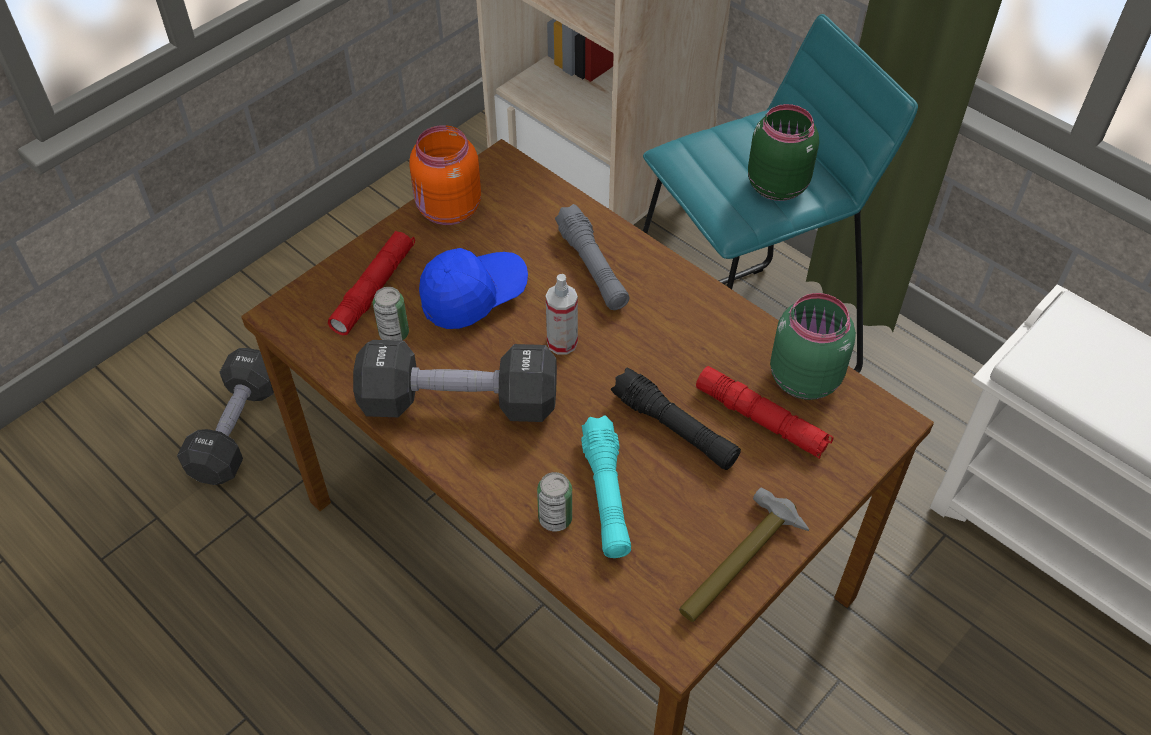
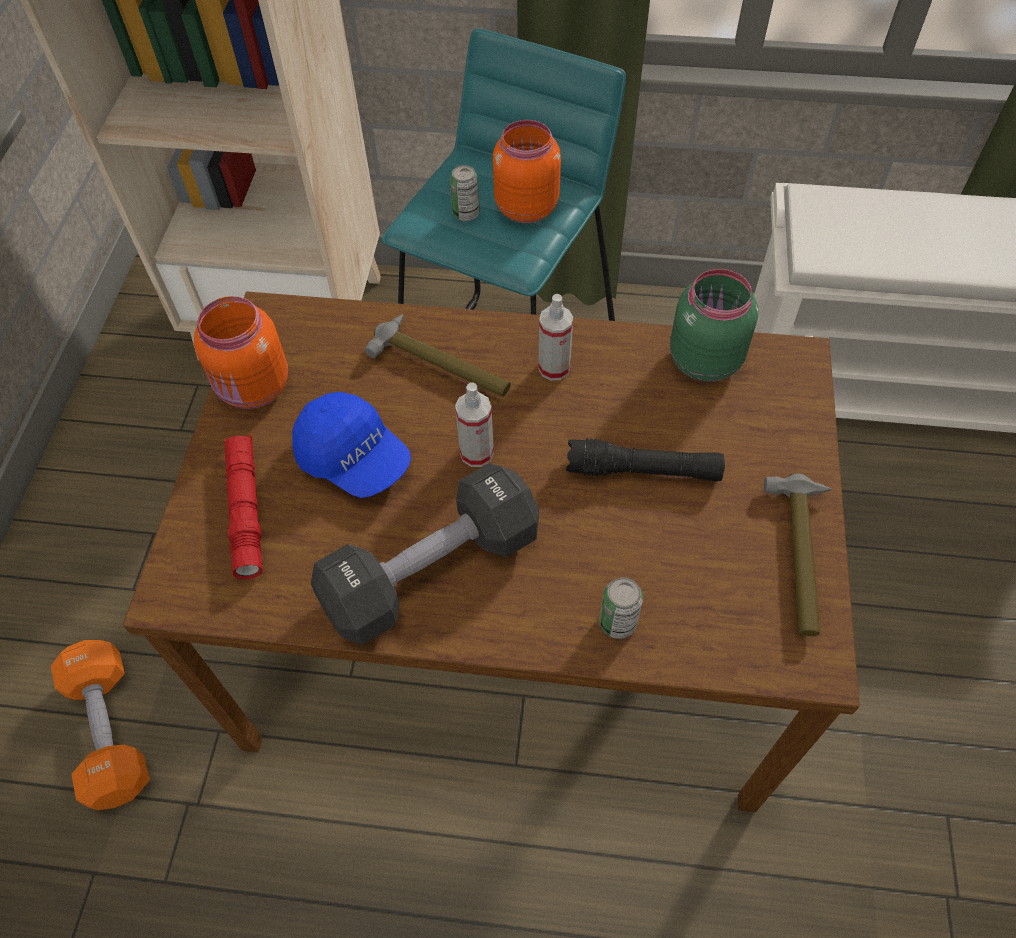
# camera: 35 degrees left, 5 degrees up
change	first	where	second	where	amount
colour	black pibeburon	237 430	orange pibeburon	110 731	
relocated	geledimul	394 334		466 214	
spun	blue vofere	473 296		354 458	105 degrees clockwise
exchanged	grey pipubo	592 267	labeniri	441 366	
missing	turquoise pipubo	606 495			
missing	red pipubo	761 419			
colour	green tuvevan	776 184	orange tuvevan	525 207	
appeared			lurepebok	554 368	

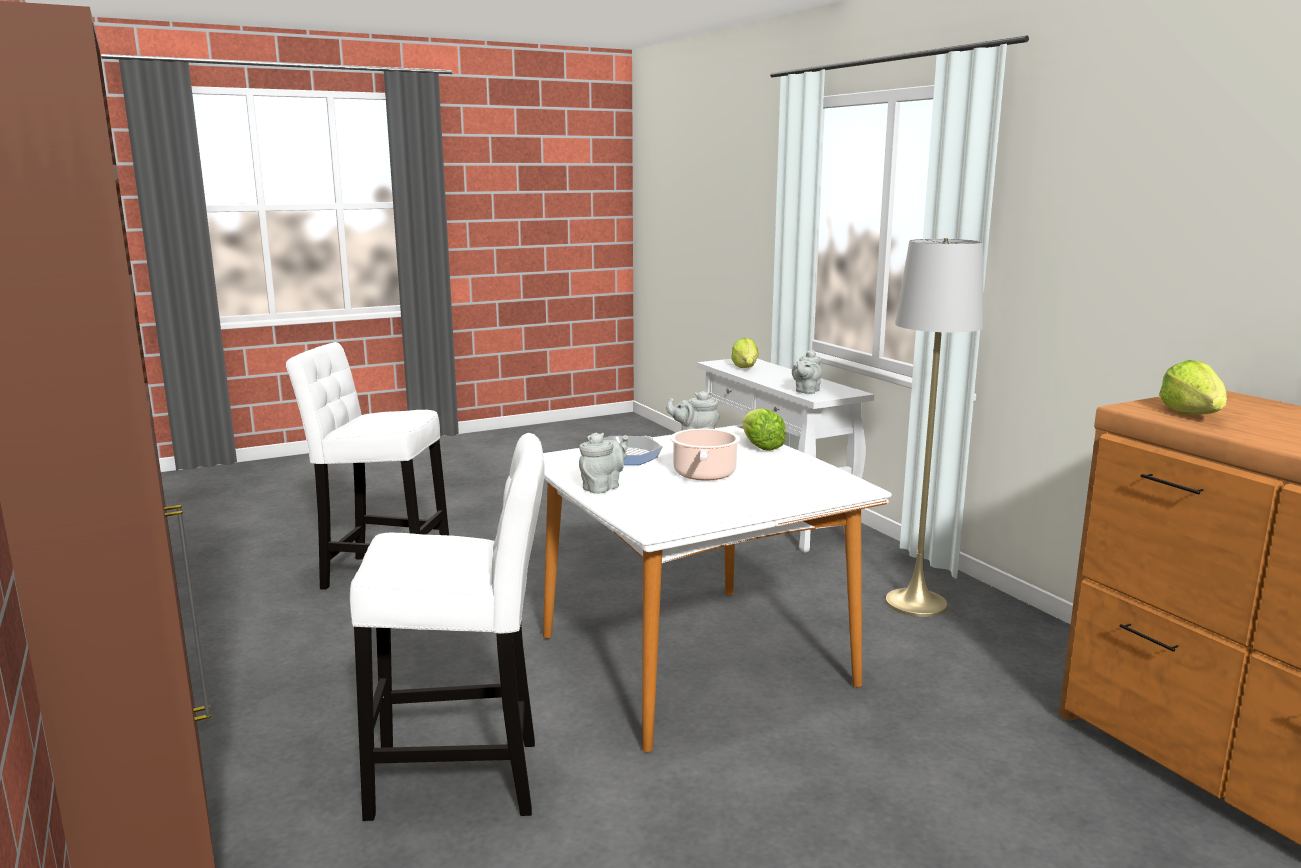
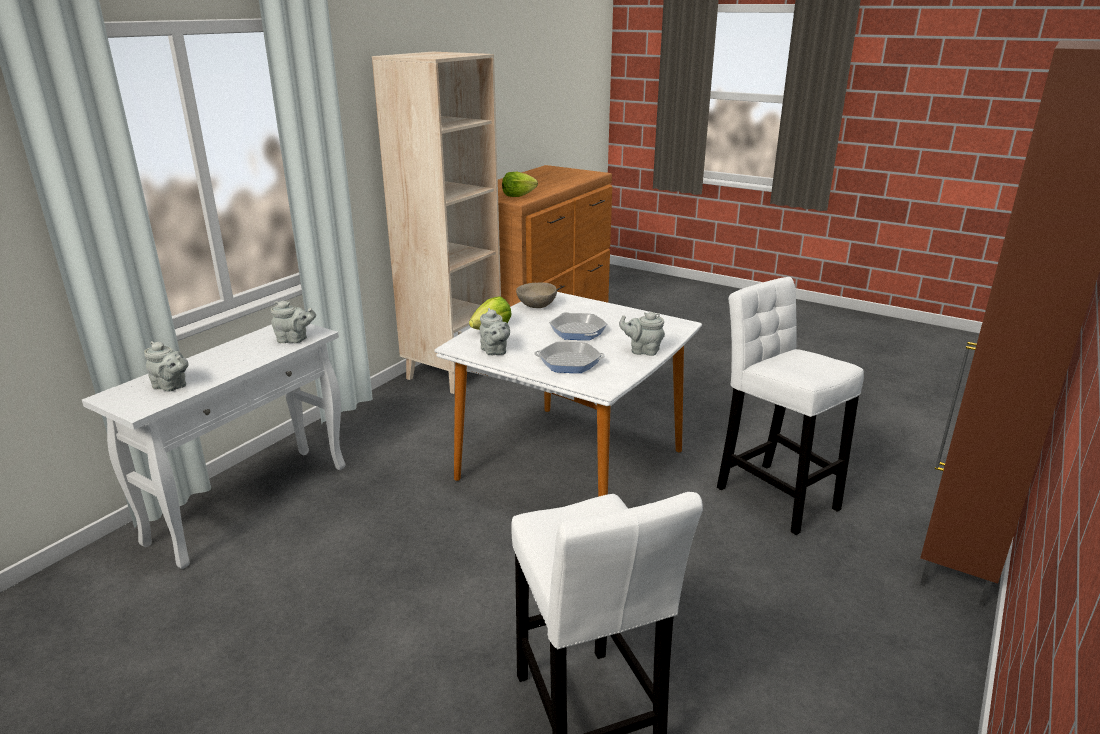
# camera: 120 degrees left, 10 degrees up
change	first	where	second	where	amount
exchanged	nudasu	704 475	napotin	578 331	
exchanged	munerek	745 368	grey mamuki	172 386	
missing	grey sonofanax	916 603			
appeared			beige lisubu	453 372	
appeared			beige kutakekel	536 306	

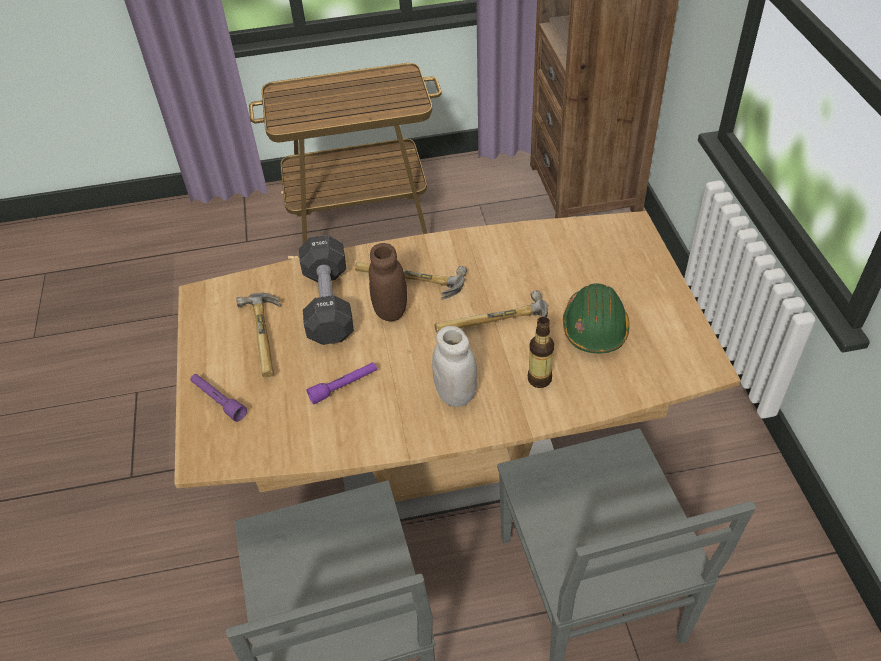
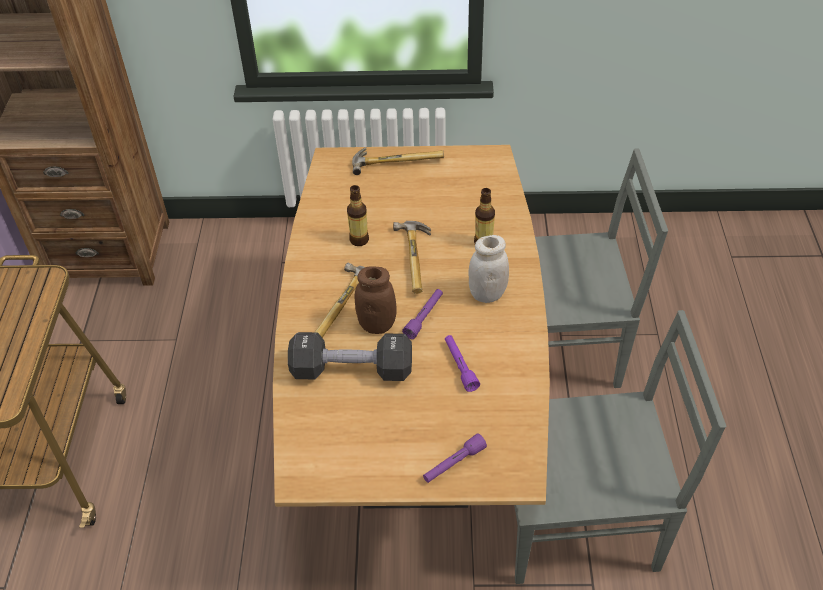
# camera: 80 degrees left, 0 degrees up
change	first	where	second	where	amount
relocated	labeniri	268 336		397 160	
missing	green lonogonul	594 327			
appeared			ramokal	359 240	
appeared			purple pipubo	424 317	

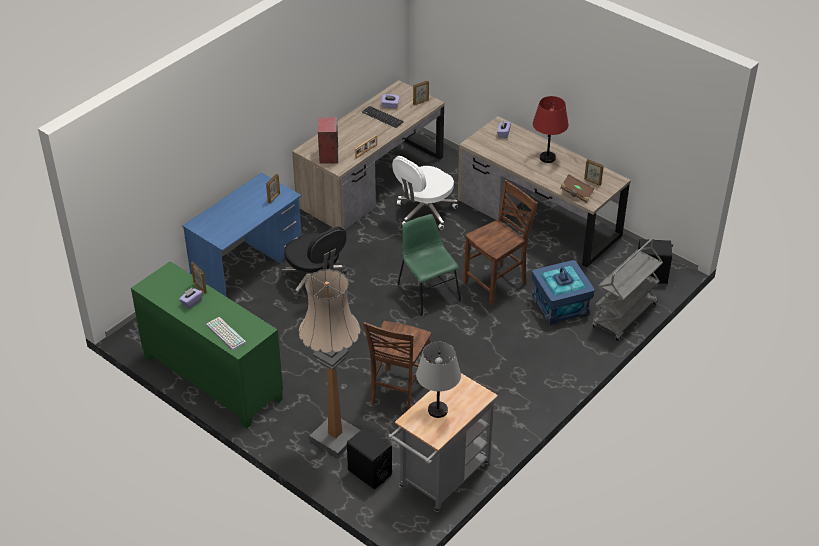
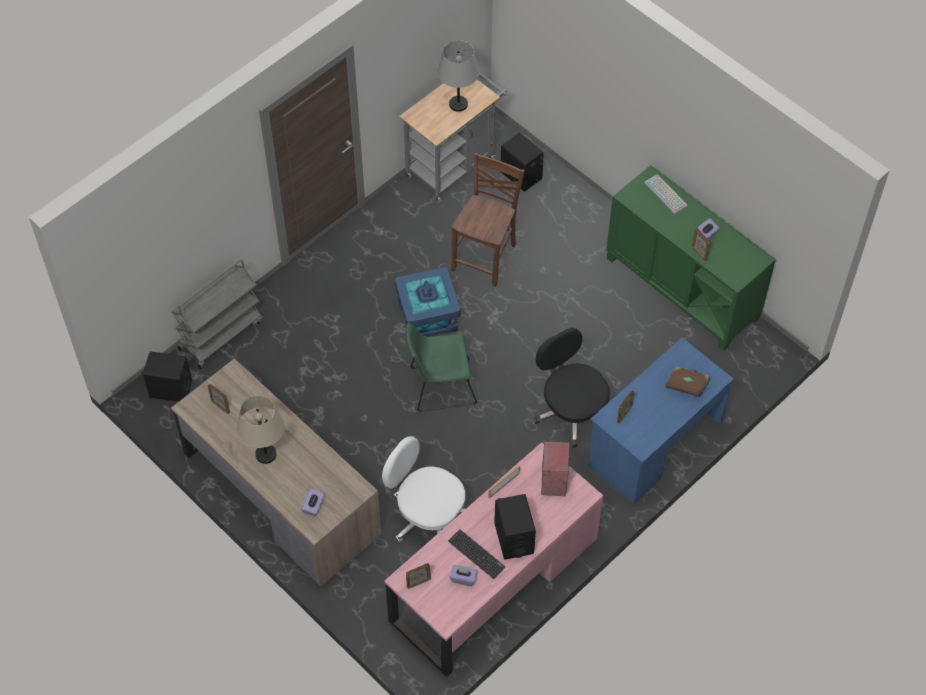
# camera: 175 degrees left, 15 degrees up
change	first	where	second	where	amount
colour	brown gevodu	371 182	pink gevodu	493 579	
missing	sonofanax	335 437			
spun	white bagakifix	424 212		427 516	105 degrees counterclockwise
spun	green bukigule	427 291		439 386	105 degrees clockwise
missing	brown bukigule	497 283			
relocated	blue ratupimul	560 305		427 316	
colour	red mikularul	547 158	beige mikularul	266 454	
relocated	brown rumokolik	576 193		687 385	
appeared			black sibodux	513 538	

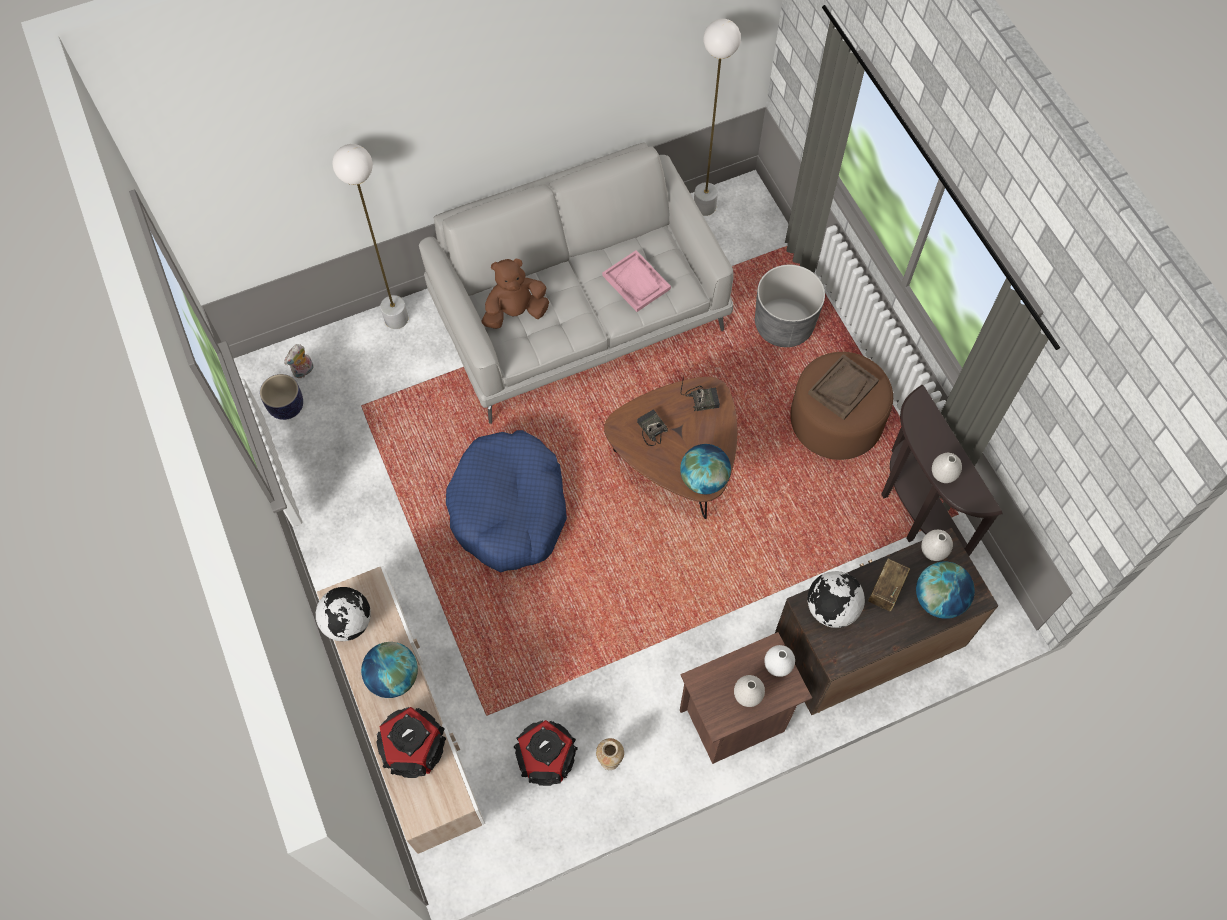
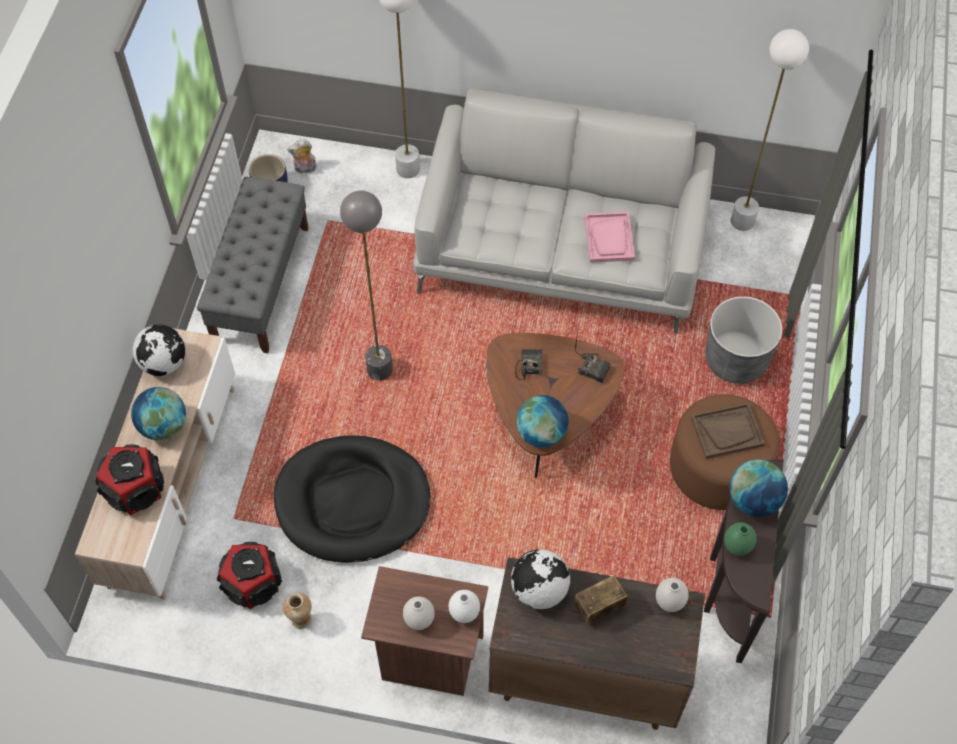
# camera: 35 degrees right, 5 degrees down
change	first	where	second	where	amount
exchanged	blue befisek	509 508	grey sonofanax	379 369	
missing	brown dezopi	515 312			
relocated	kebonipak	938 599		753 500	
colour	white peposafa	942 475	green peposafa	736 546	
appeared			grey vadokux	261 283	
appeared			black befisek	352 501	

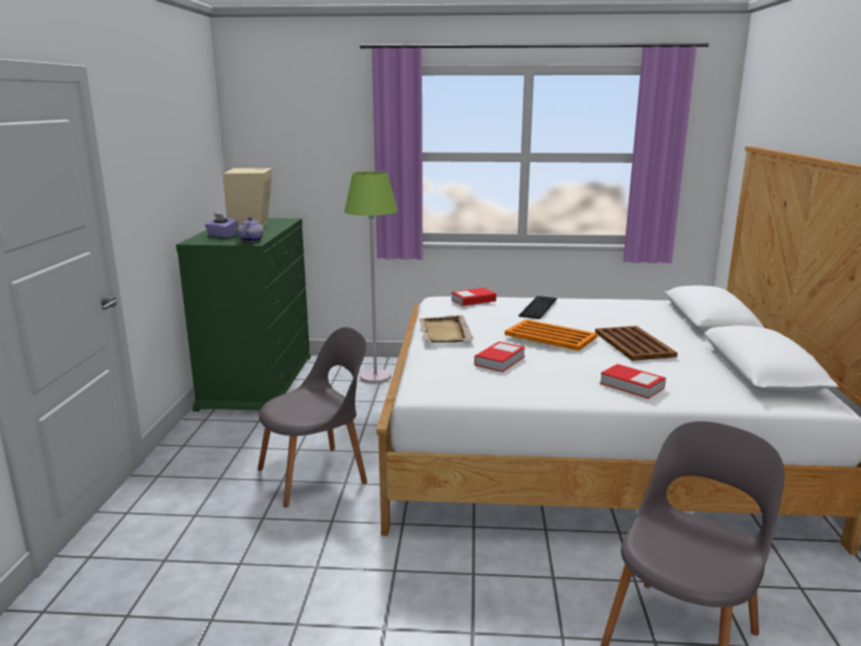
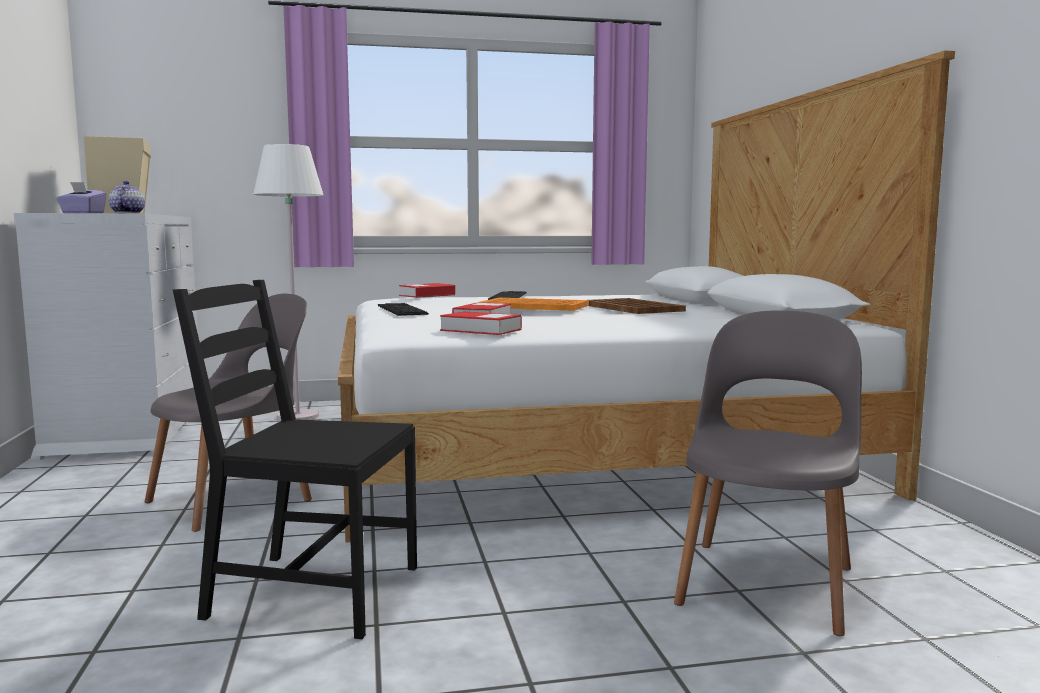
# camera: 15 degrees left, 10 degrees down
change	first	where	second	where	amount
colour	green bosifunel	257 381	white bosifunel	129 430	
colour	green sonofanax	375 377	white sonofanax	298 417	
exchanged	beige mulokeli	444 332	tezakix	401 310	
relocated	rumokolik	631 386		481 330	
appeared			black bukigule	311 593	

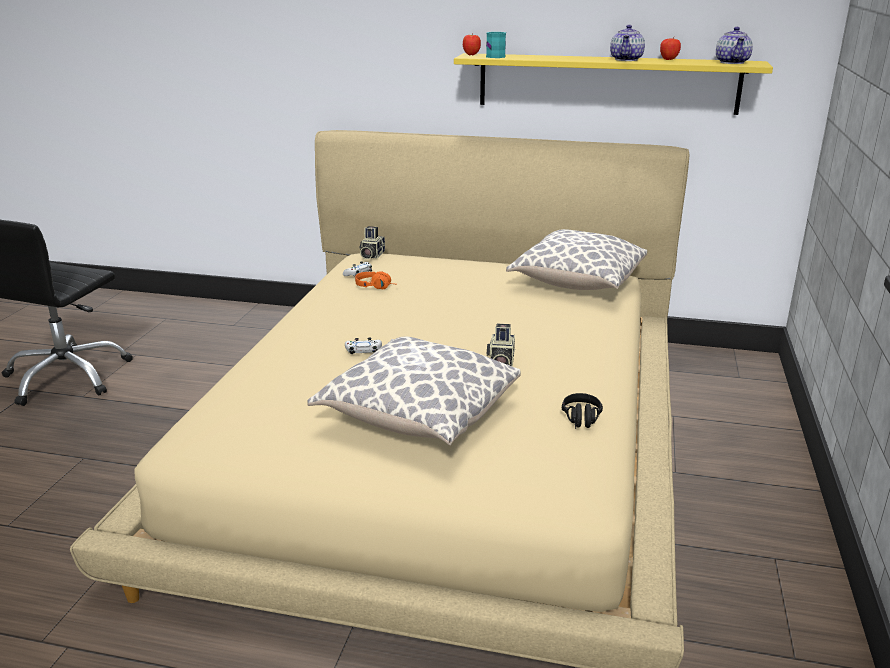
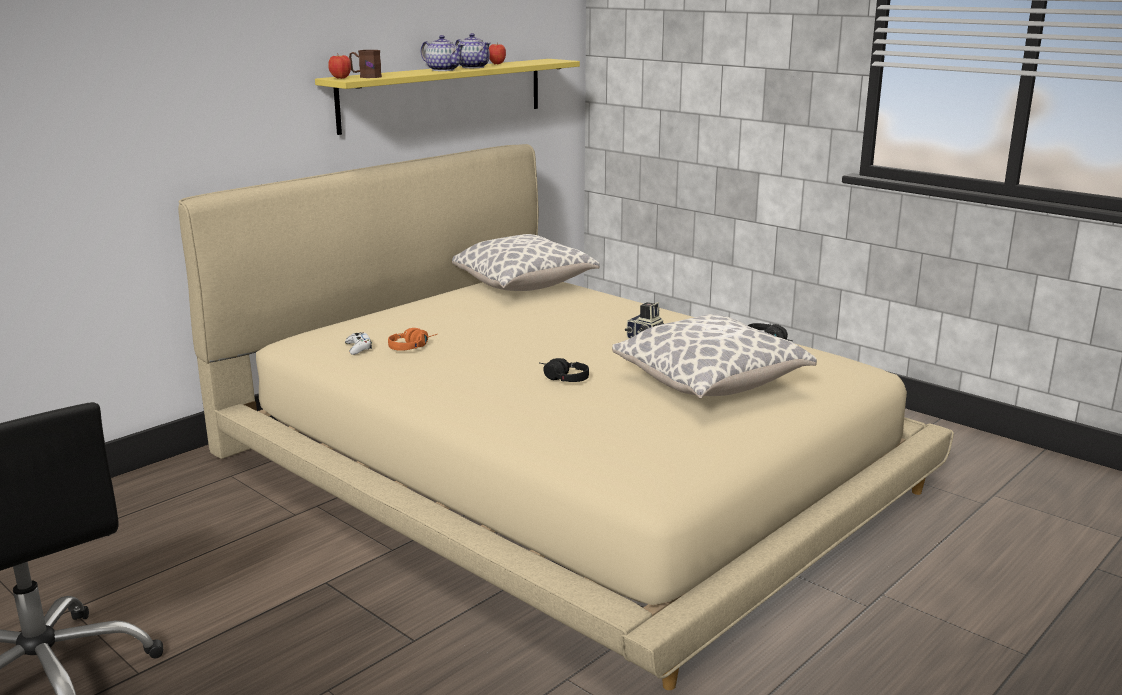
# camera: 60 degrees left, 5 degrees down
change	first	where	second	where	amount
exchanged	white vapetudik	363 351	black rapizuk	561 379	
missing	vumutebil	371 255			
colour	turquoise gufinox	494 56	brown gufinox	366 76	
relocated	mamuki	732 62		443 70	

